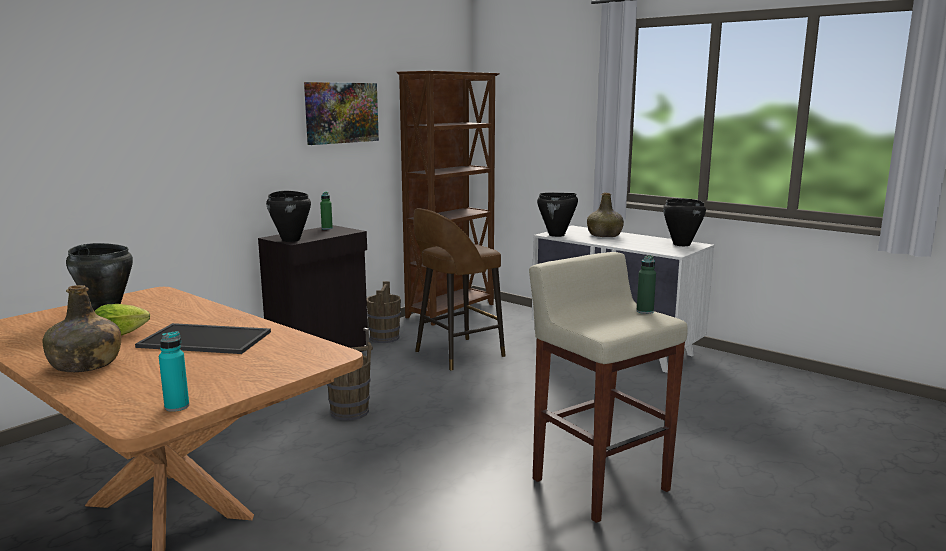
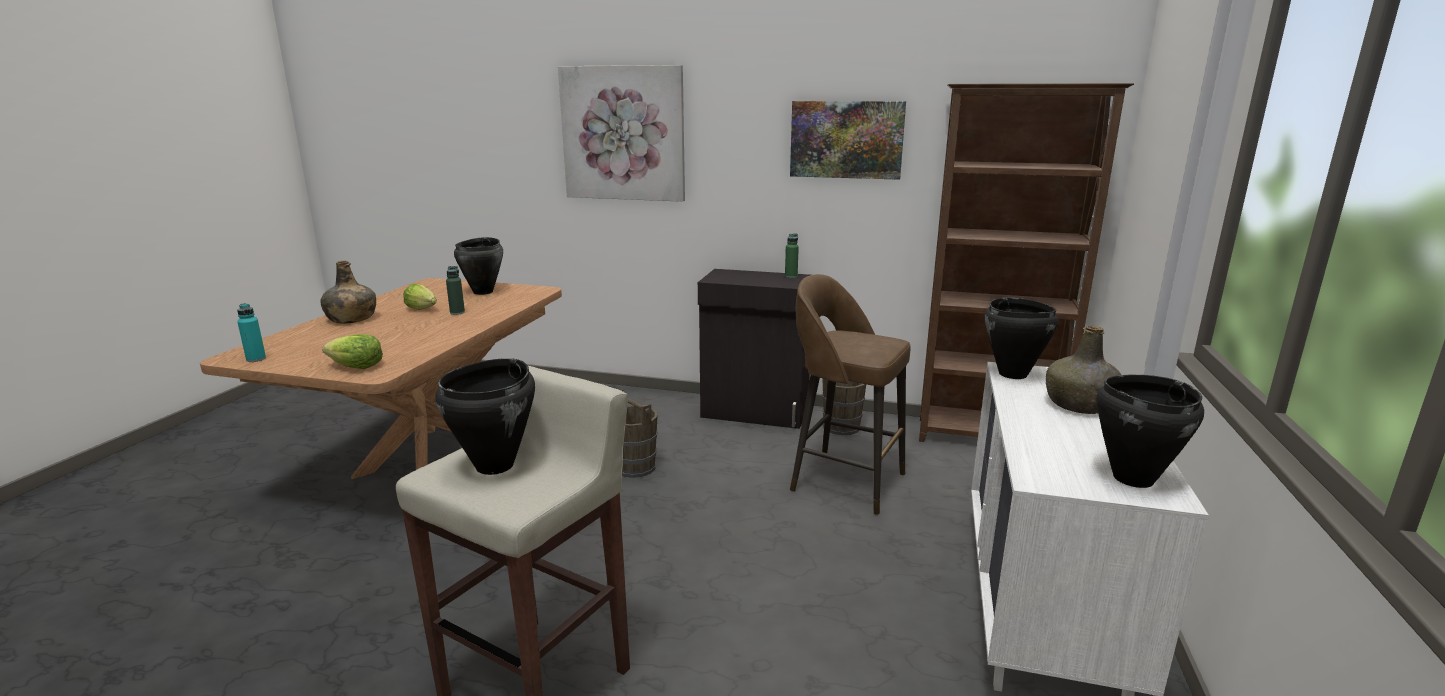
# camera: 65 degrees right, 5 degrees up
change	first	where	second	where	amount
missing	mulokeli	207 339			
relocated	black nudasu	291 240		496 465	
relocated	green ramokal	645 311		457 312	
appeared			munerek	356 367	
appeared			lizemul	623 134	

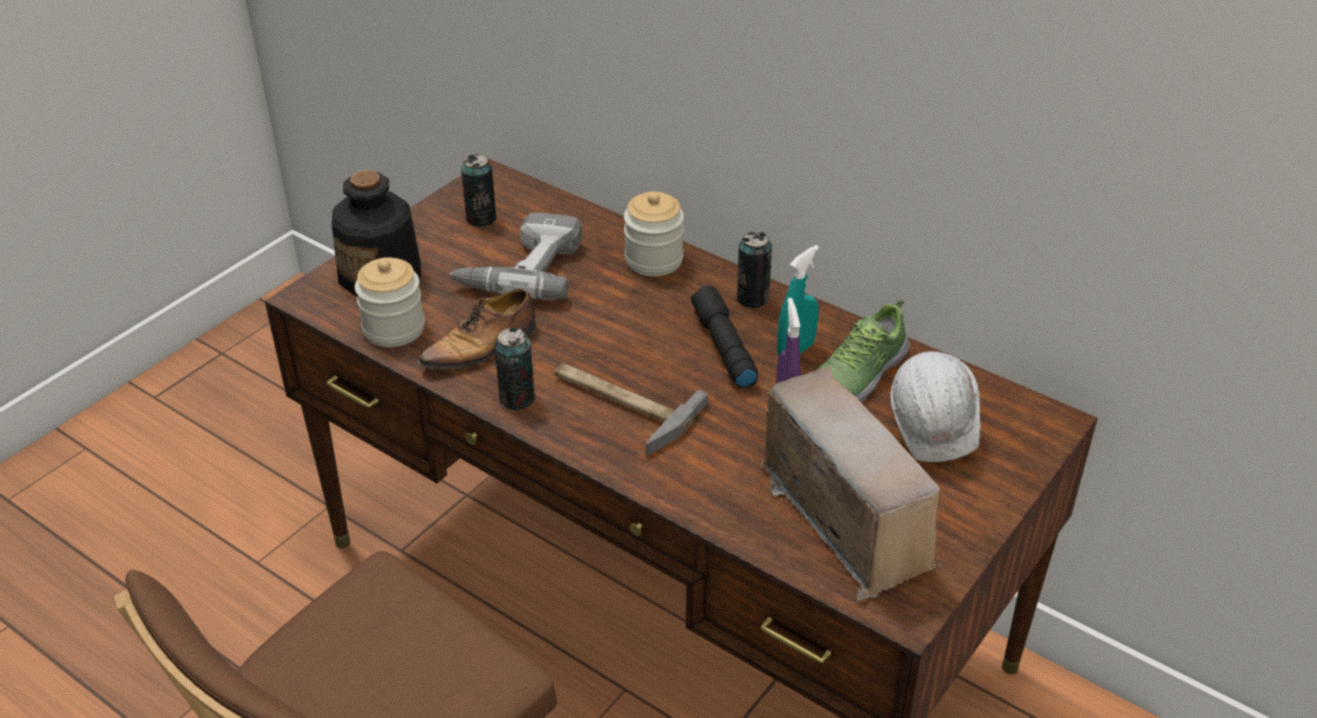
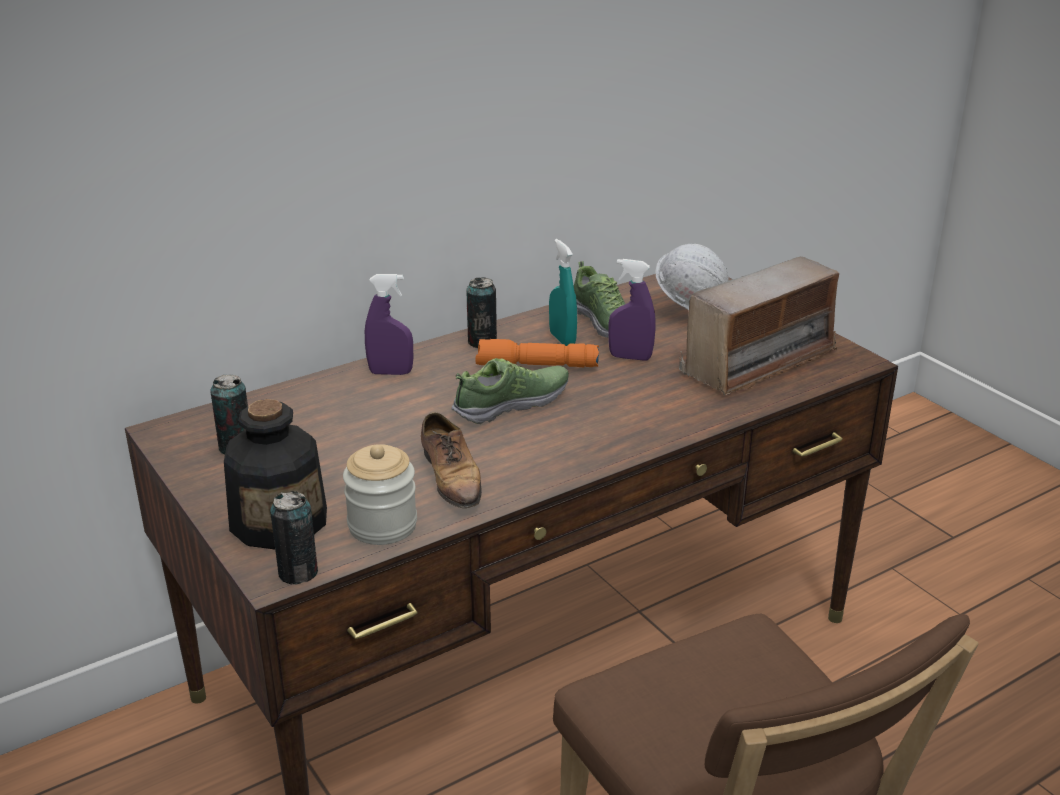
# camera: 70 degrees left, 10 degrees down
change	first	where	second	where	amount
missing	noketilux	521 269			
relocated	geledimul	517 399		298 573	
missing	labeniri	619 403			
exchanged	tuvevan	653 260	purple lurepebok	391 372	
colour	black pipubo	722 347	orange pipubo	536 366	
spun	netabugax	841 517		759 362	150 degrees clockwise
appeared			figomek	512 404	

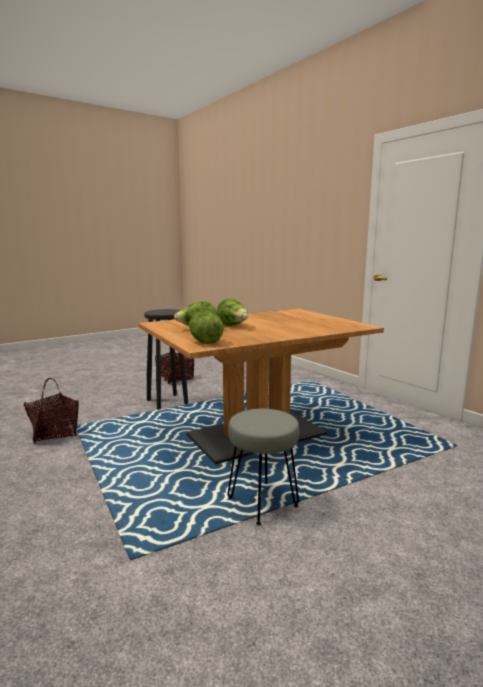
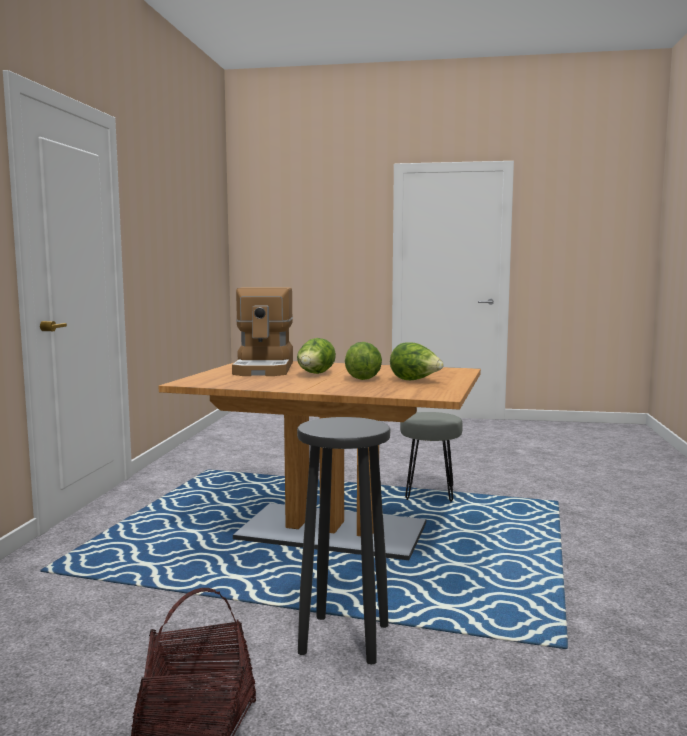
# camera: 135 degrees left, 5 degrees down
change	first	where	second	where	amount
missing	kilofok	54 433			
relocated	munerek	204 342		315 374	
appeared			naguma	265 368	

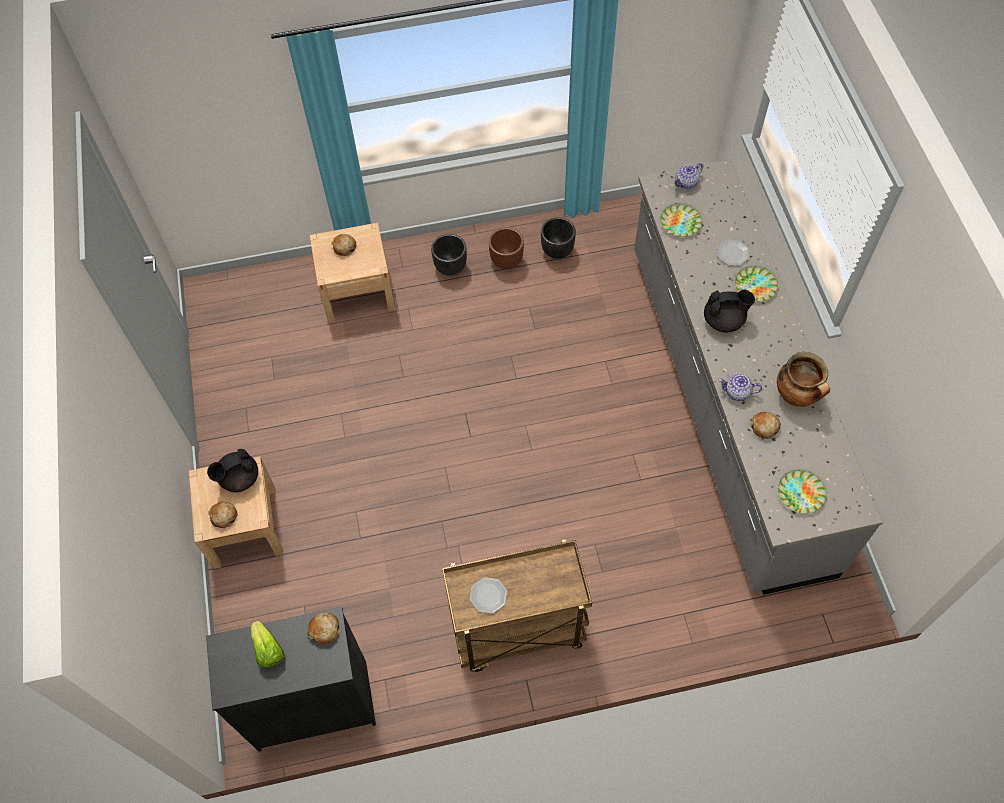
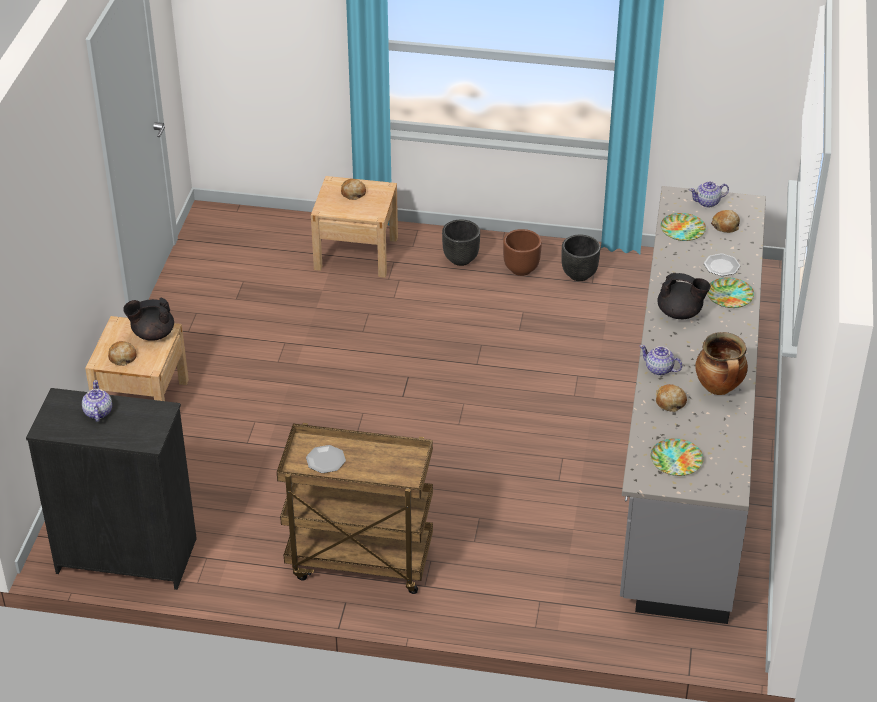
# camera: 20 degrees right, 20 degrees down
change	first	where	second	where	amount
exchanged	munerek	268 650	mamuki	98 412	
relocated	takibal	324 630		725 225	

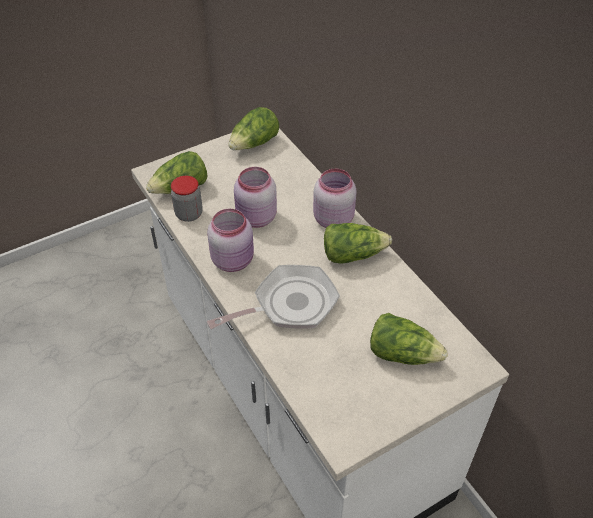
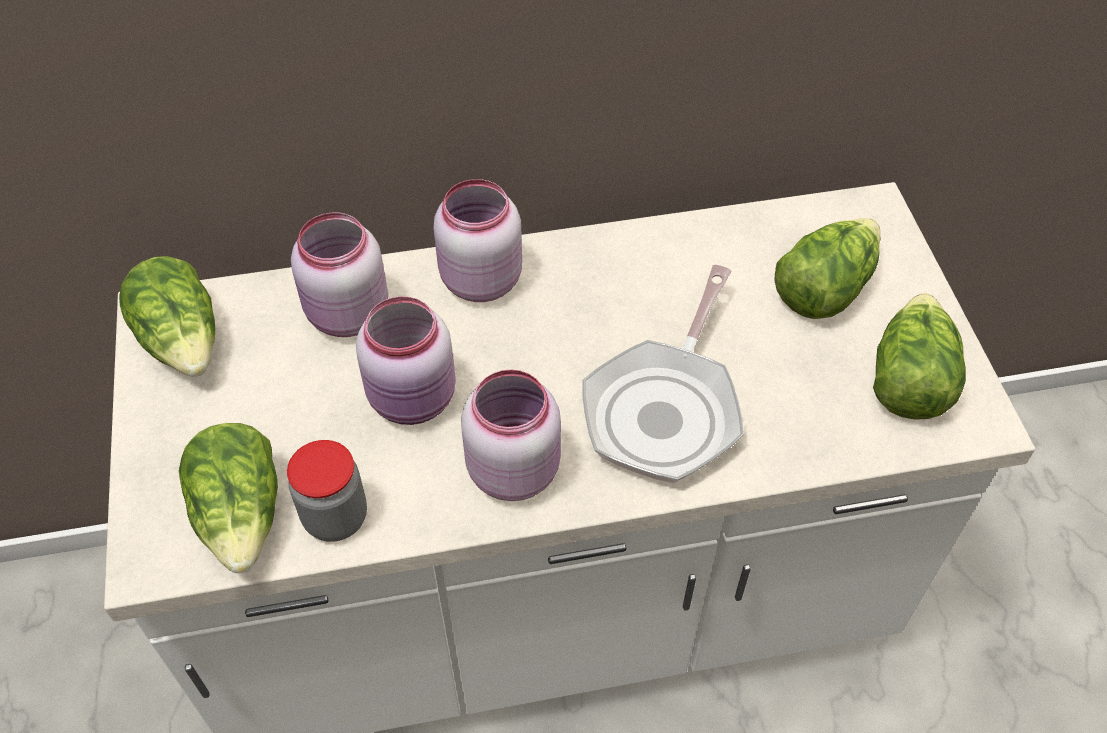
# camera: 70 degrees left, 5 degrees up
change	first	where	second	where	amount
spun	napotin	289 305		665 409	150 degrees counterclockwise
relocated	munerek	352 254		908 379	
appeared			pink tuvevan	346 315	

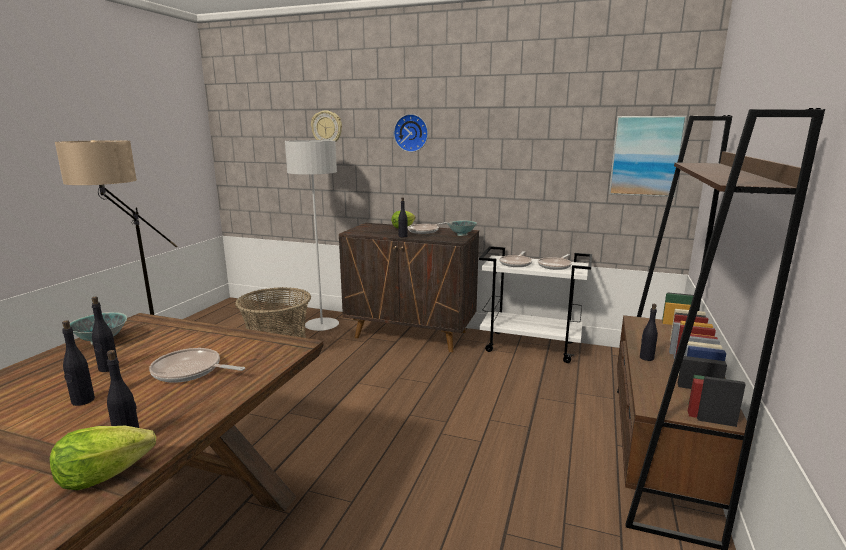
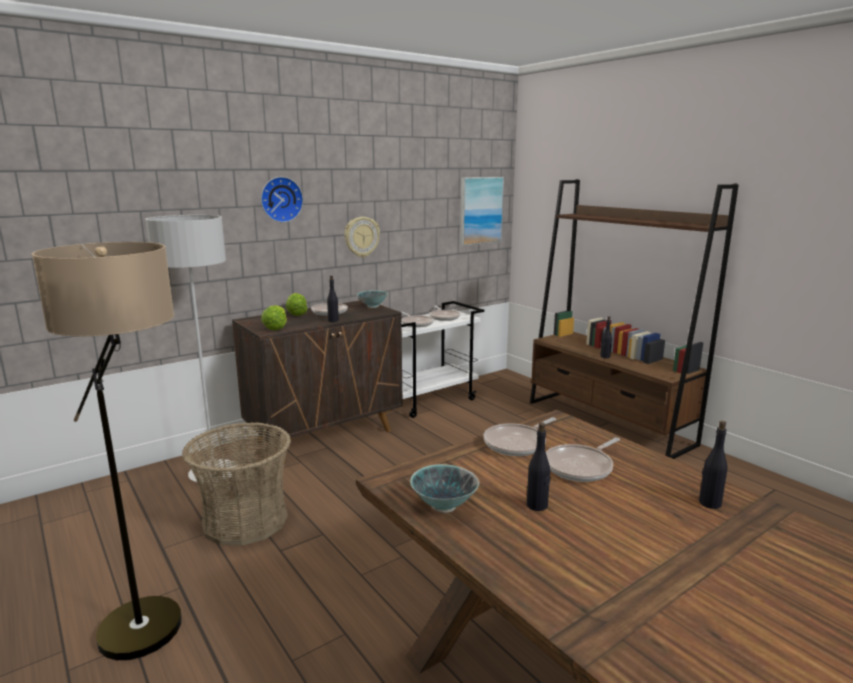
# camera: 55 degrees left, 0 degrees up
change	first	where	second	where	amount
relocated	munerek	103 475		276 328	
missing	black ramokal	82 401			
relocated	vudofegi	327 128		361 237	
appeared			napotin	517 443	

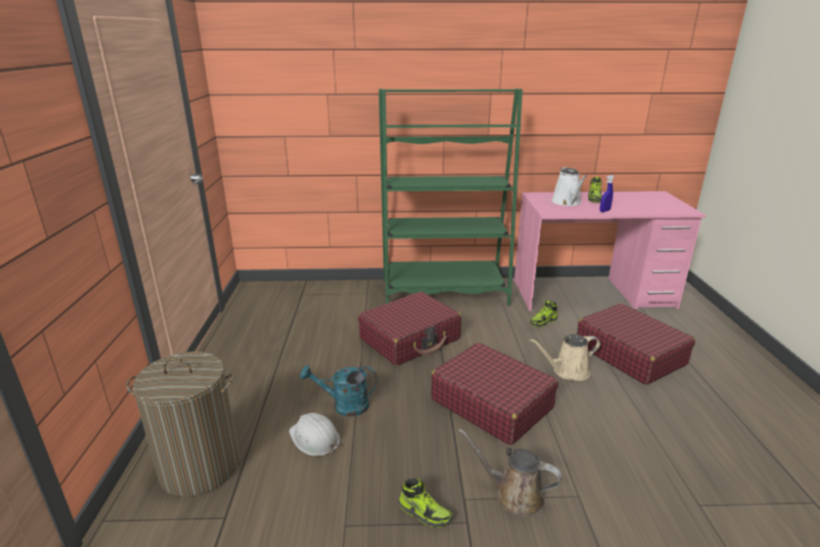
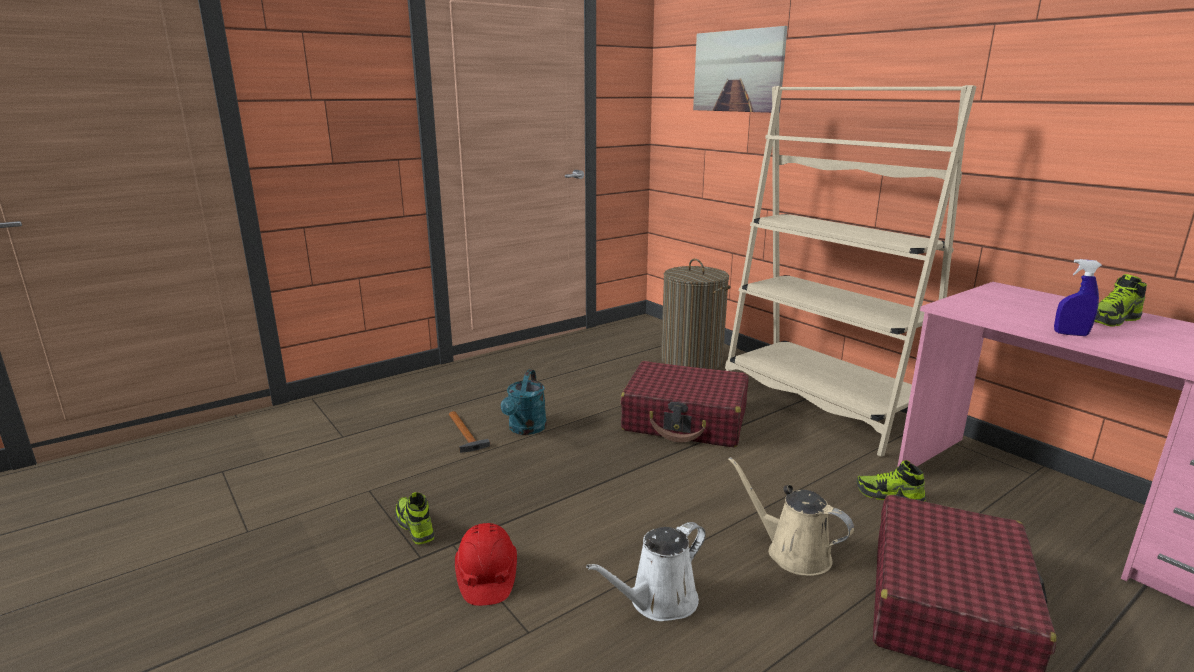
# camera: 55 degrees right, 5 degrees down
change	first	where	second	where	amount
relocated	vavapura	200 466		691 360	
exchanged	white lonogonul	314 438	labeniri	464 434	
spun	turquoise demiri	344 405		525 429	135 degrees counterclockwise
colour	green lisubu	444 292	beige lisubu	821 405	
spun	figomek	425 513		415 527	150 degrees clockwise
missing	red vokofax	491 403			
exchanged	brown demiri	514 495	red lonogonul	486 577	
relocated	white demiri	567 202		658 601	
appeared			lizemul	737 71	

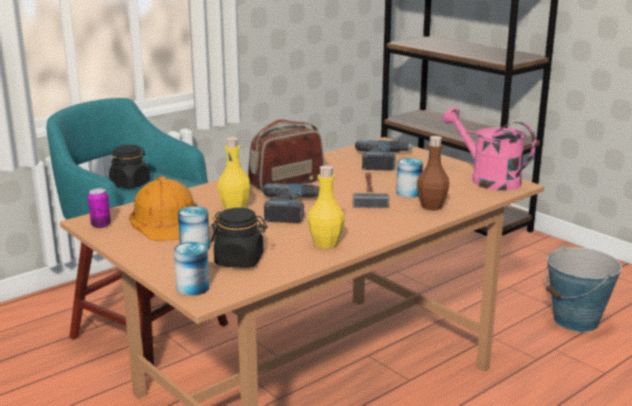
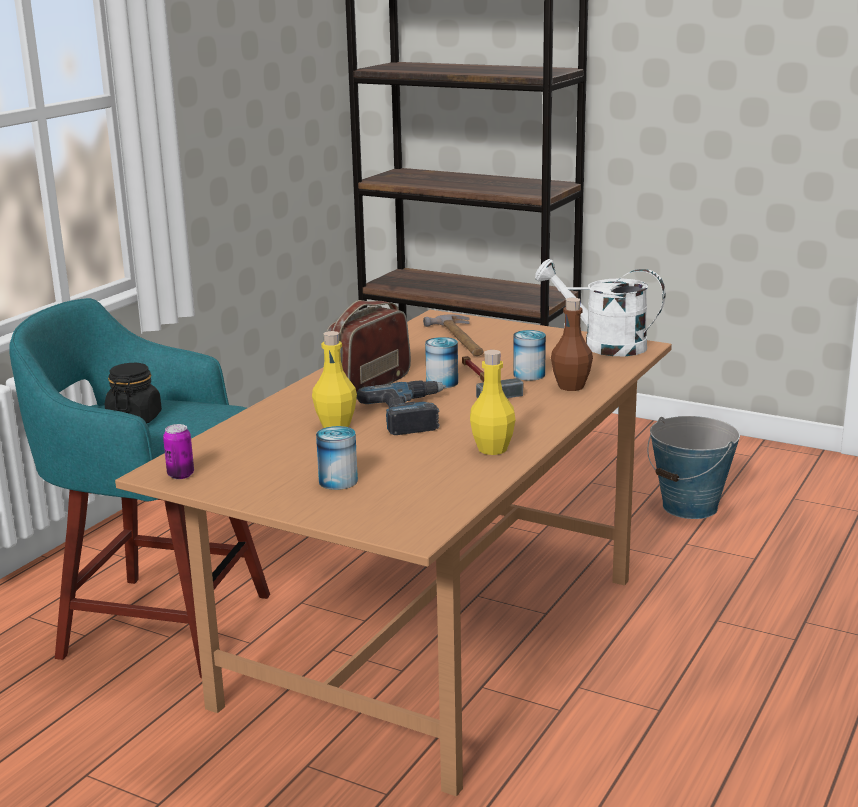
# camera: 20 degrees left, 0 degrees up
change	first	where	second	where	amount
missing	orange lonogonul	167 221			
relocated	geledimul	193 288		442 382	
missing	black tuvevan	239 260			
exchanged	noketilux	384 160	labeniri	460 339	
colour	pink demiri	487 179	white demiri	603 345	

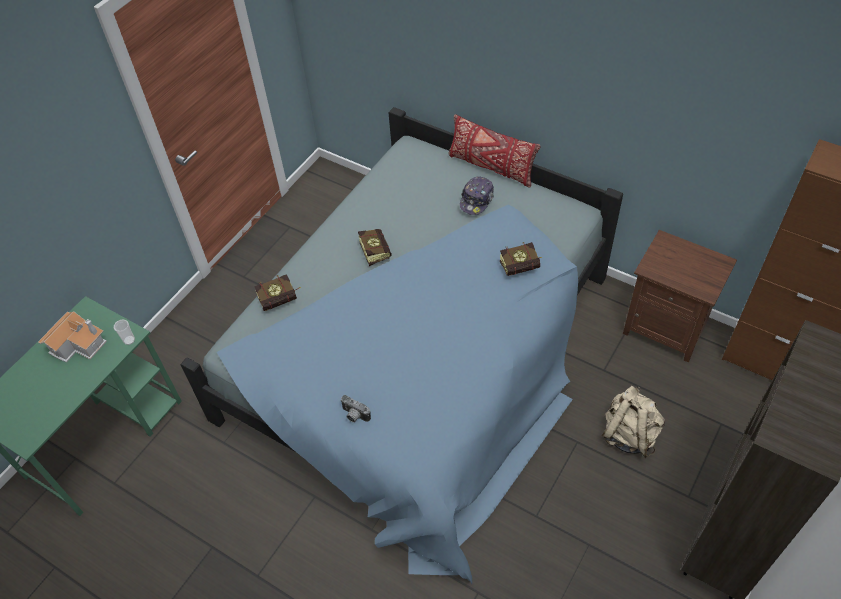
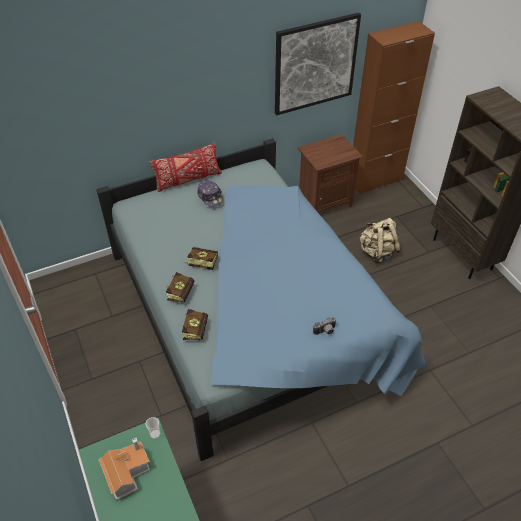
# camera: 60 degrees left, 5 degrees down
change	first	where	second	where	amount
relocated	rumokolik	523 267		182 291	
appeared			lizemul	315 64	

